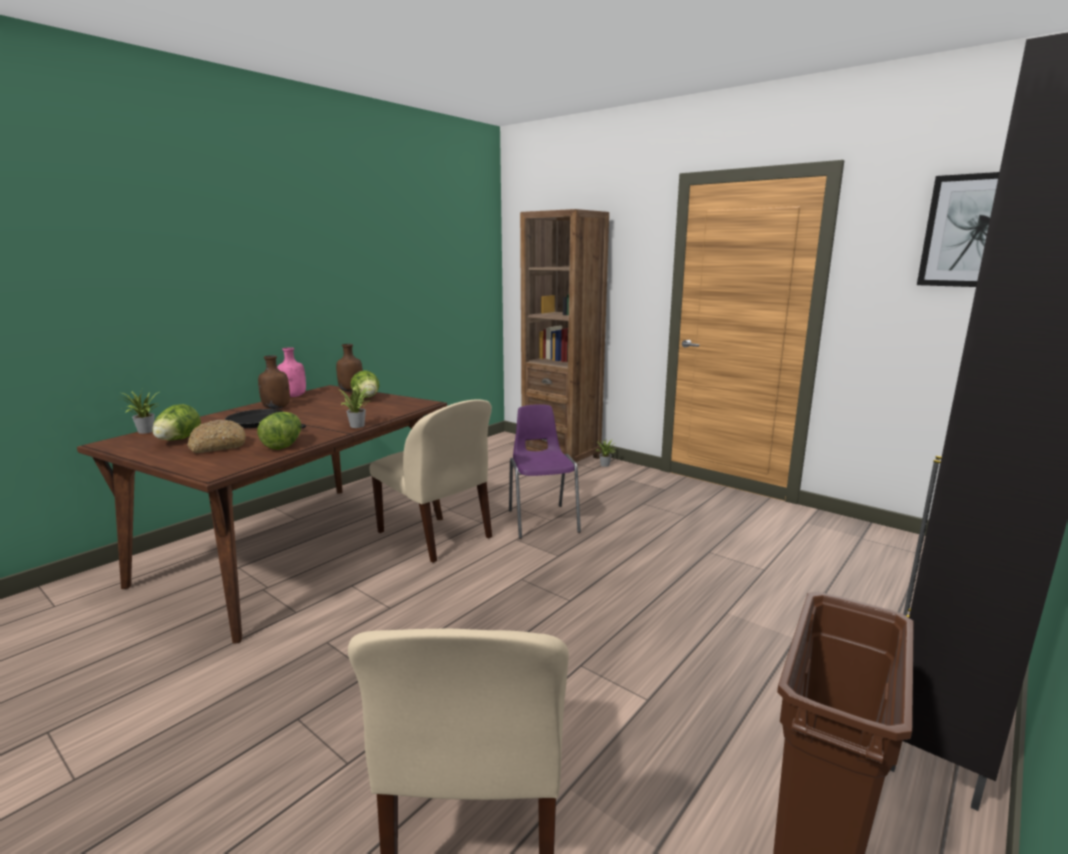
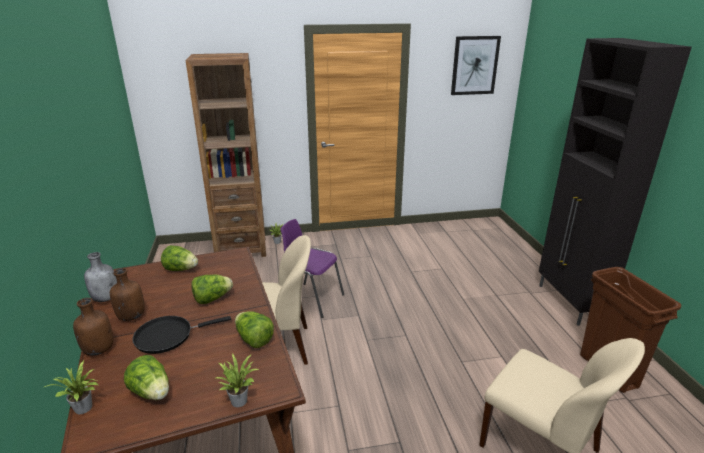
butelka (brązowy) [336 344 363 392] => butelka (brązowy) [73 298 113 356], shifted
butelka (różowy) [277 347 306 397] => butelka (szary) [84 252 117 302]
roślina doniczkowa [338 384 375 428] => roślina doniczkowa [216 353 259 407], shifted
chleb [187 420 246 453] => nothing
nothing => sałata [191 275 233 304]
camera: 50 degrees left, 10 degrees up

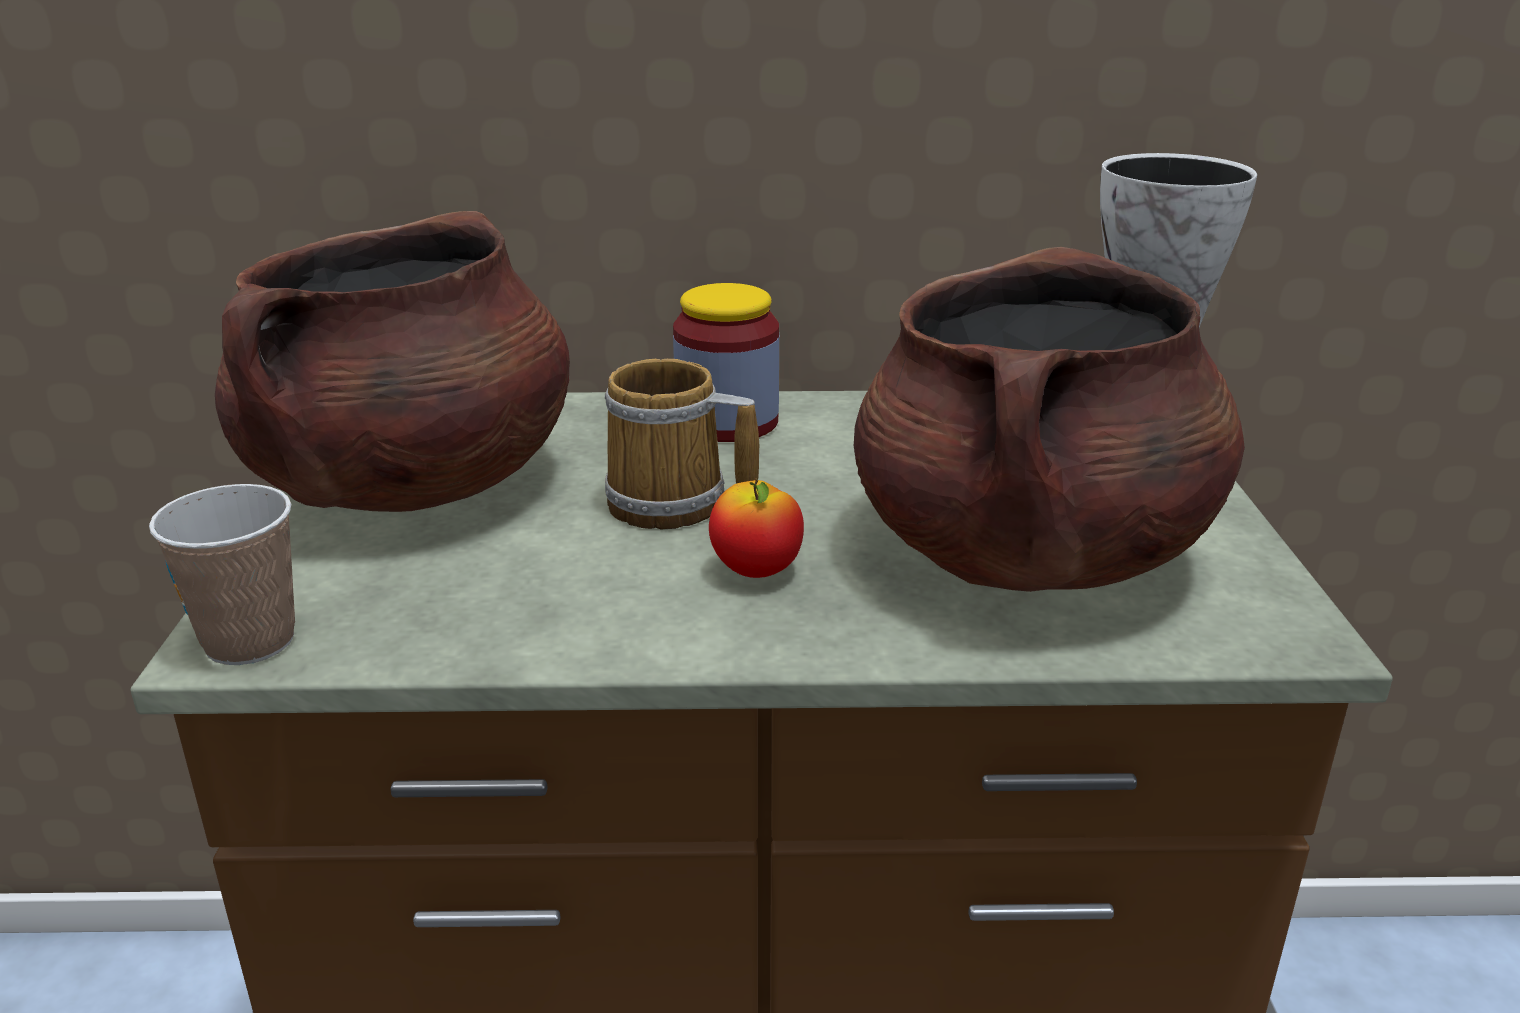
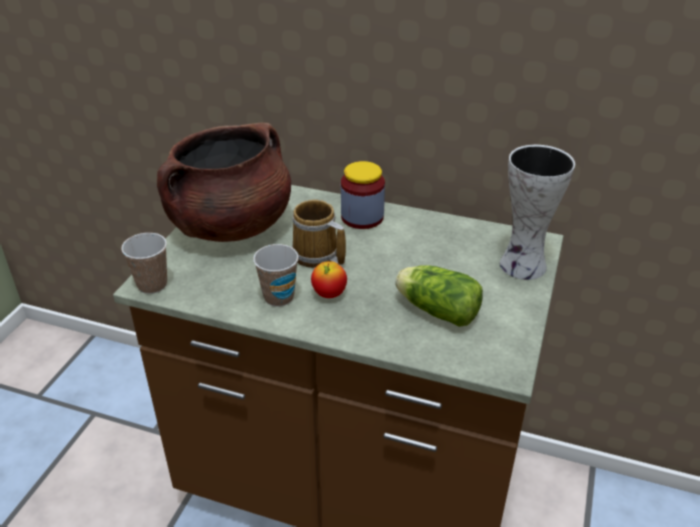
garnek (brązowy) [854 247 1245 592] => sałata [395 265 483 327]
nothing => filiżanka [253 244 299 307]
camera: 20 degrees right, 10 degrees up

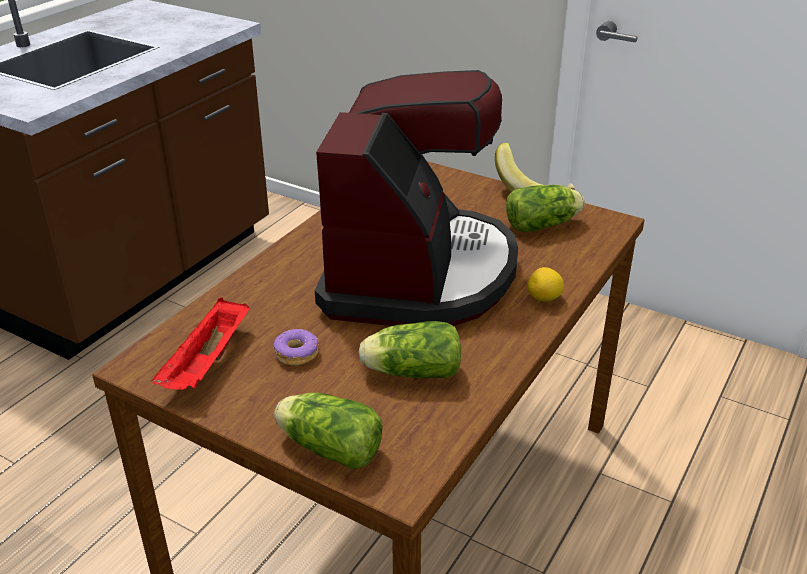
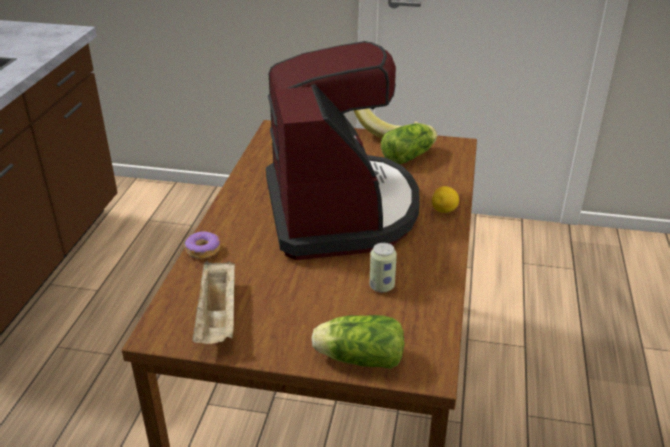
taca (czerwony) [152 298 249 390] => taca (beżowy) [192 261 235 344]
sałata [358 321 461 379] => puszka [369 243 397 292]
donut [274 329 319 365] => donut [185 231 220 259], shifted
camera: 20 degrees left, 0 degrees up

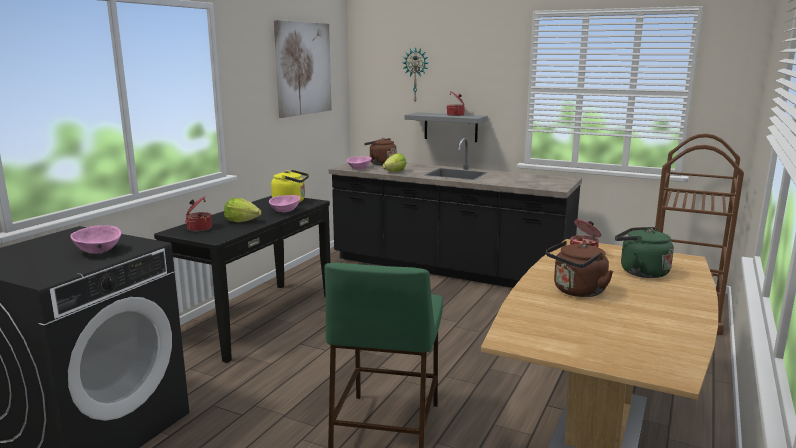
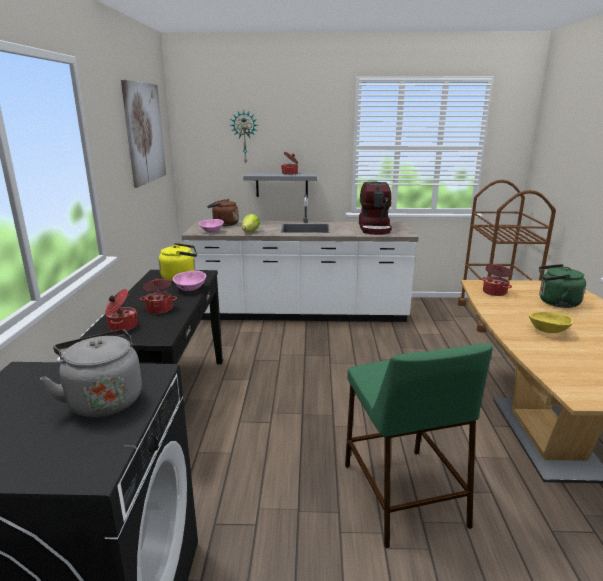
zabudowa kuchenna (czarny) [329 138 582 288] => zabudowa kuchenna (biały) [181 194 418 322]
sałata [224 198 262 223] => garnek [140 278 177 314]
miska (różowy) [70 225 122 254] => czajnik (szary) [40 329 142 417]
czajnik (brązowy) [546 241 613 297] => miska (żółty) [529 311 573 333]
nothing => ekspres do kawy [359 182 392 235]
camera: 25 degrees left, 5 degrees up

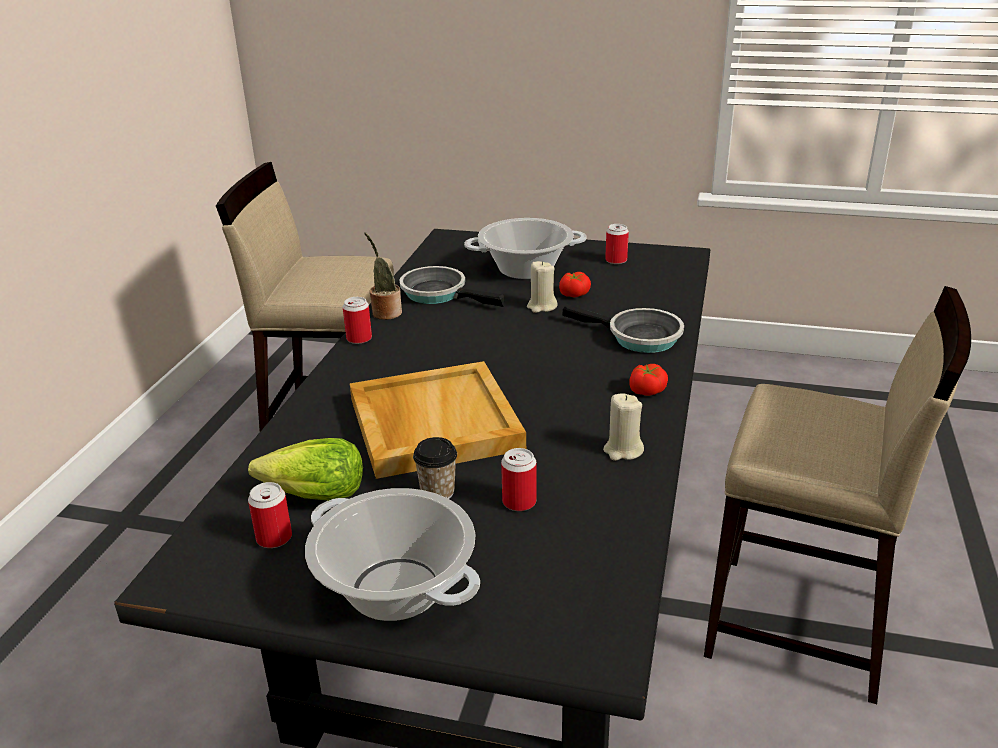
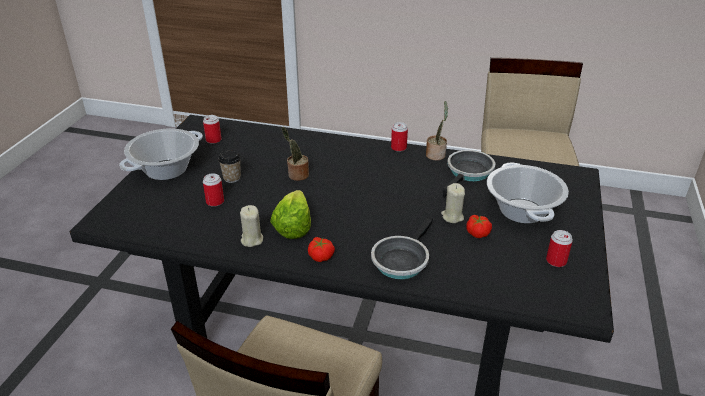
taca (beżowy) [350 361 526 479] => roślina doniczkowa [282 127 309 181]
sałata [248 438 363 501] => sałata [270 190 311 239], shifted
camera: 90 degrees right, 5 degrees up

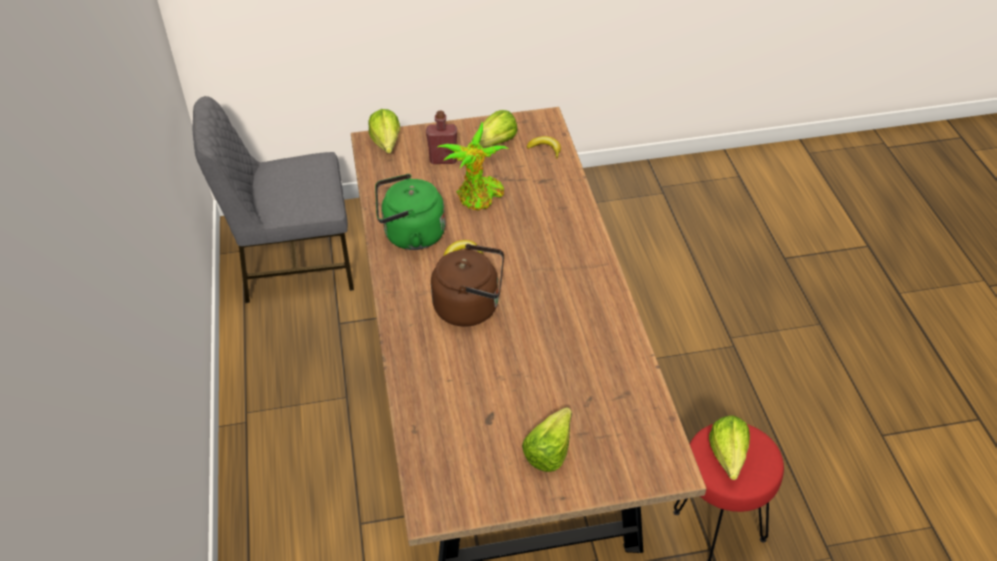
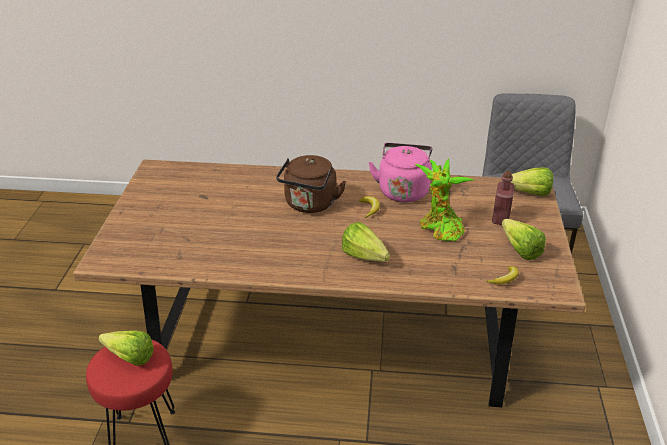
czajnik (zielony) [375 174 446 250] => czajnik (różowy) [368 143 432 202]
sałata [522 407 572 472] => sałata [342 222 390 262], shifted
camera: 105 degrees right, 10 degrees down

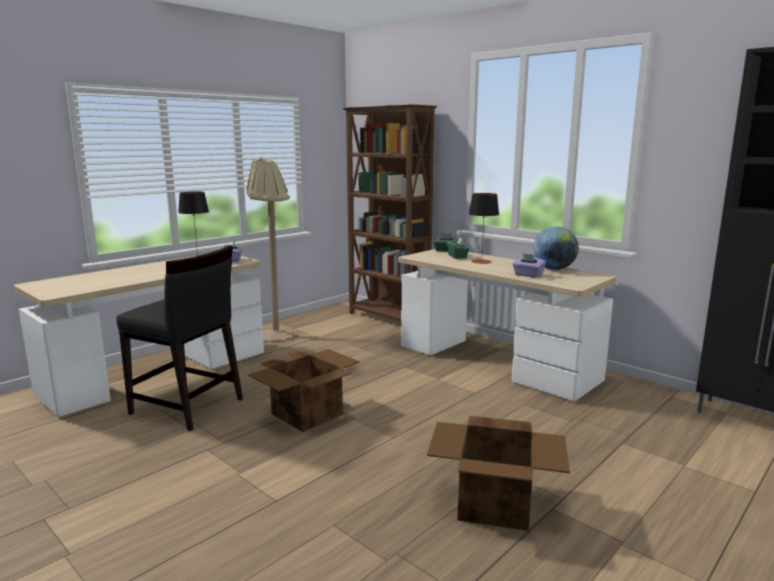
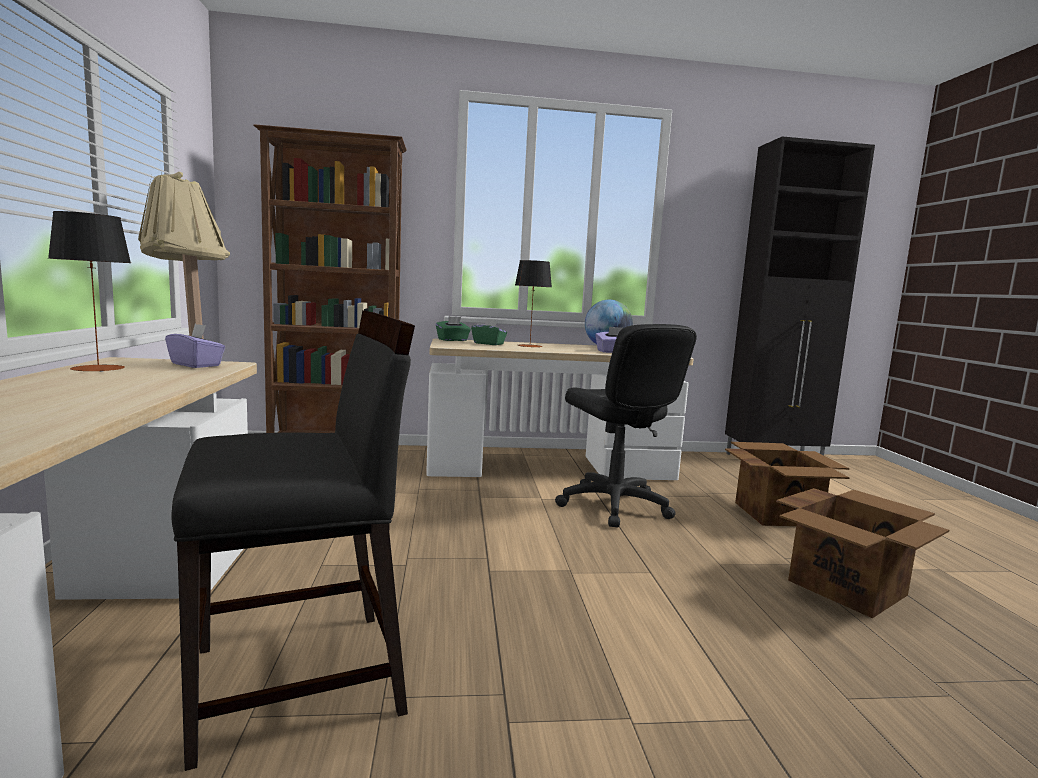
karton [248 349 360 432] => karton [725 442 850 526], shifted
nothing => krzesło biurowe (czarny) [555 324 697 528]
camera: 50 degrees left, 5 degrees down

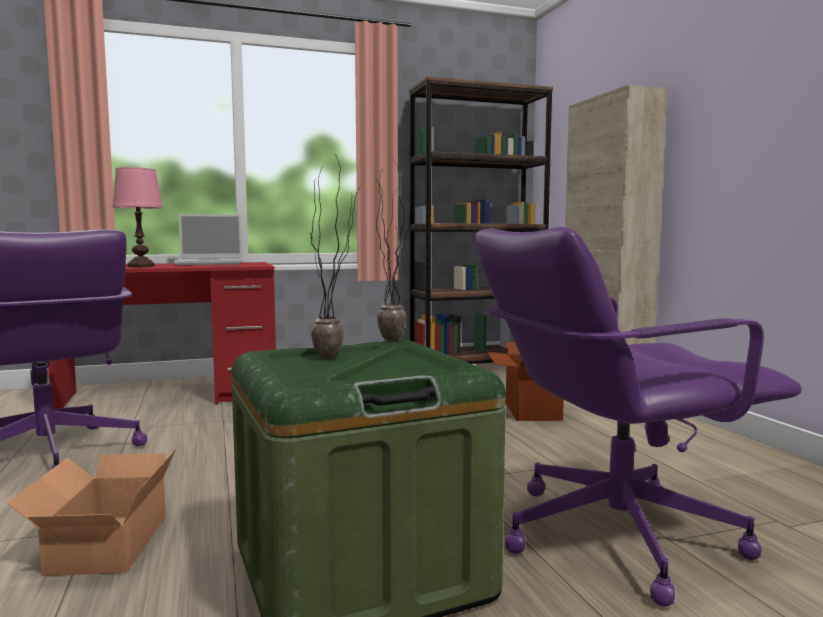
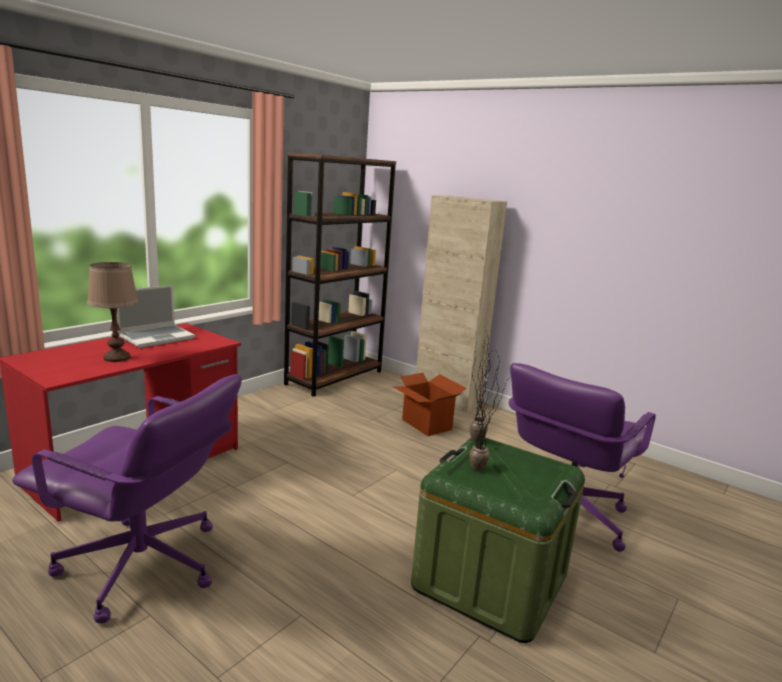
lampa stołowa (różowy) [112 167 163 267] => lampa stołowa (brązowy) [87 262 138 362]
karton [7 449 176 576] => nothing
camera: 35 degrees left, 10 degrees up

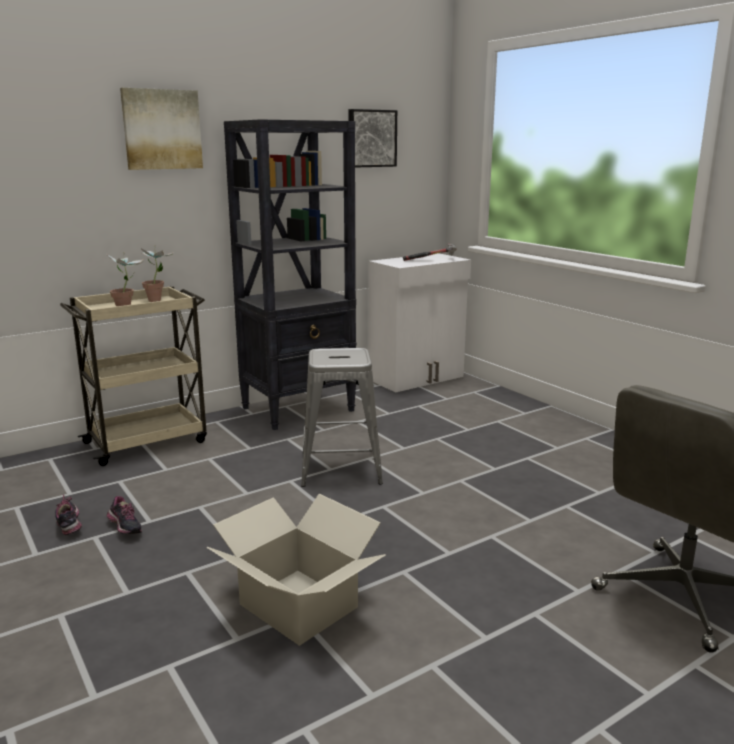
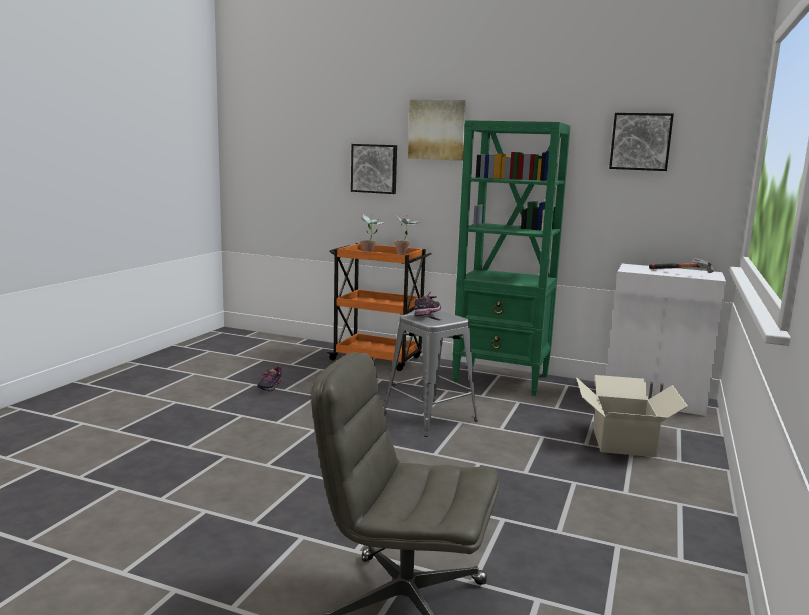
regał (czarny) [224 119 357 430] => regał (zielony) [452 120 571 396]
wózek (beżowy) [60 286 207 466] => wózek (pomarańczowy) [327 243 431 371]
but [55 494 82 535] => but [414 292 441 317], shifted
karton [206 494 385 646] => karton [576 375 688 457], shifted
nothing => obraz [351 144 397 194]
camera: 55 degrees right, 5 degrees down

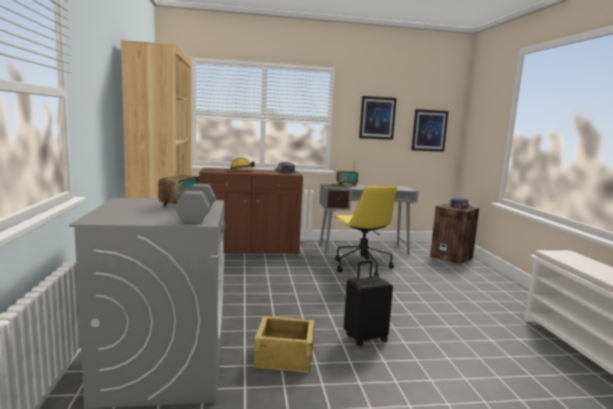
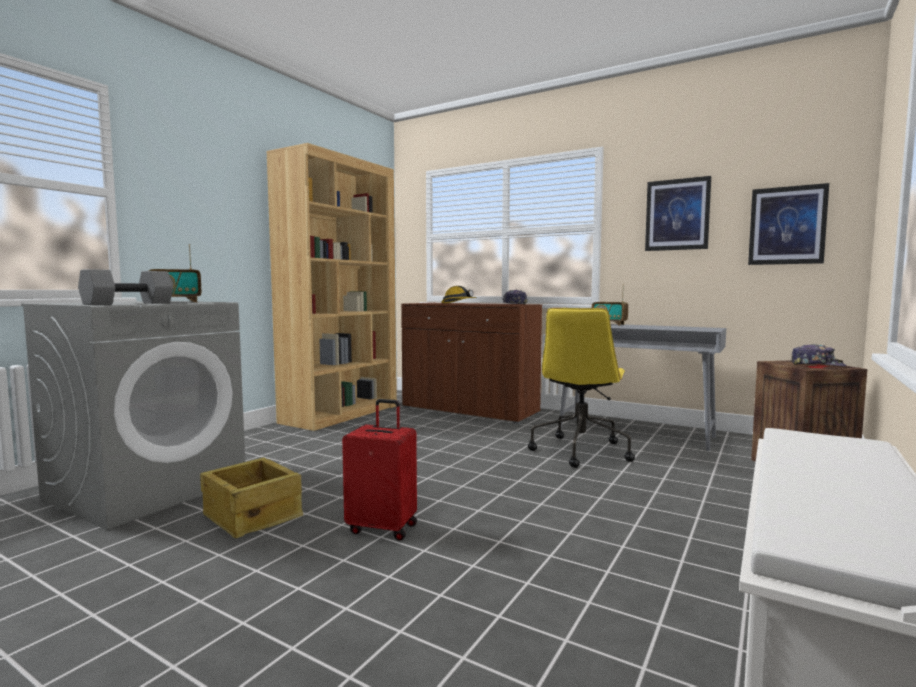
walizka (czarny) [344 260 393 346] => walizka (czerwony) [342 399 417 541]
camera: 40 degrees right, 5 degrees down

